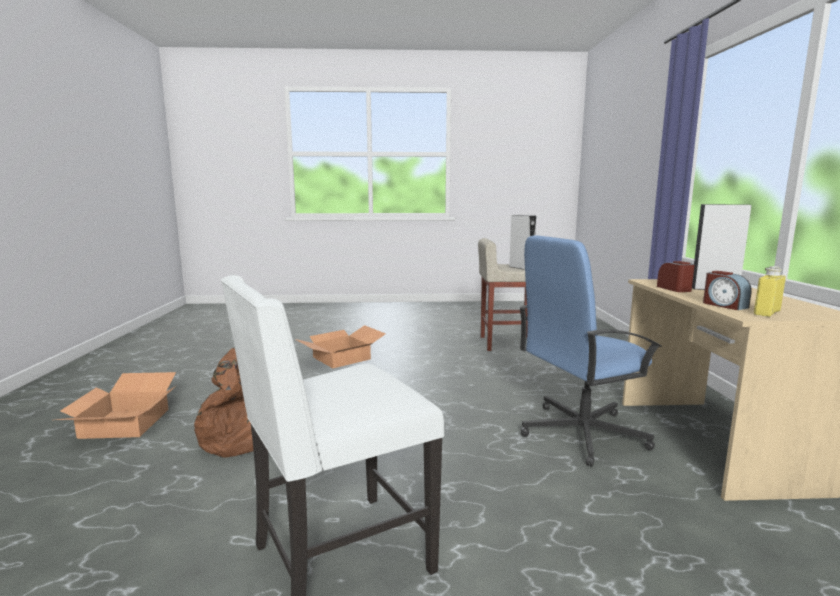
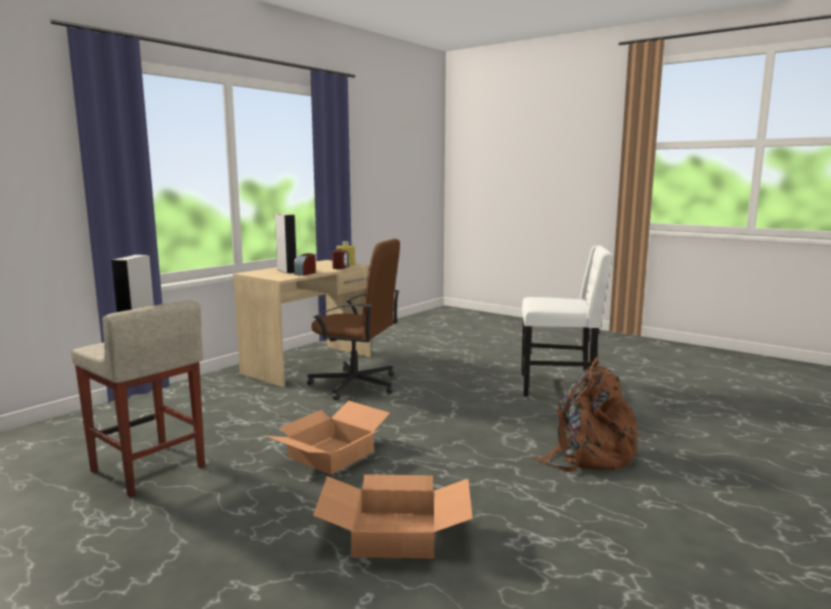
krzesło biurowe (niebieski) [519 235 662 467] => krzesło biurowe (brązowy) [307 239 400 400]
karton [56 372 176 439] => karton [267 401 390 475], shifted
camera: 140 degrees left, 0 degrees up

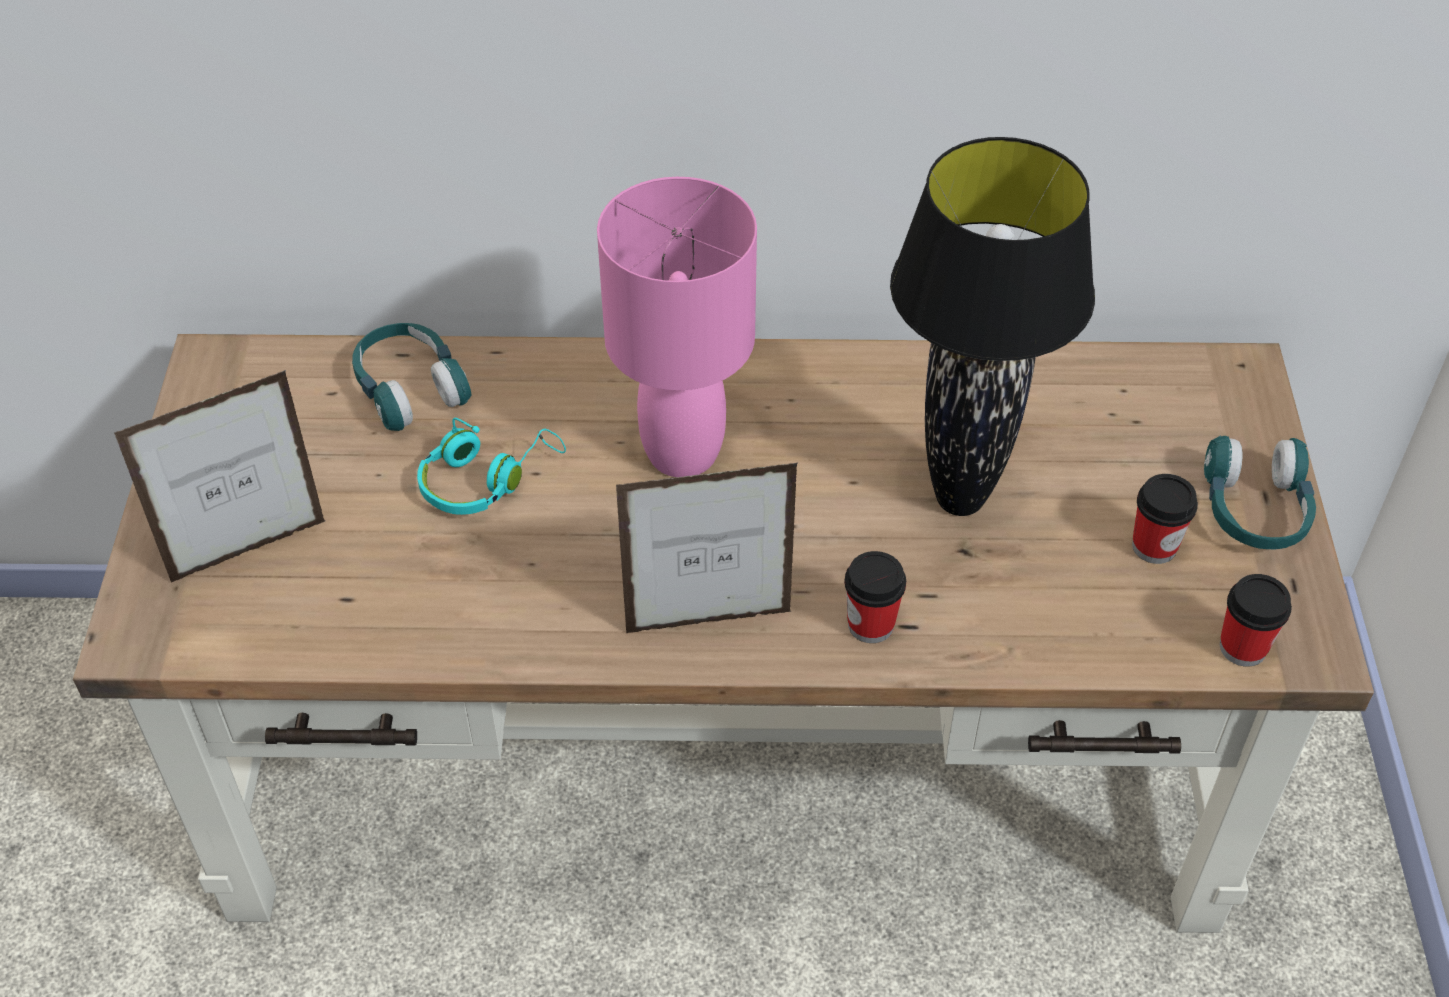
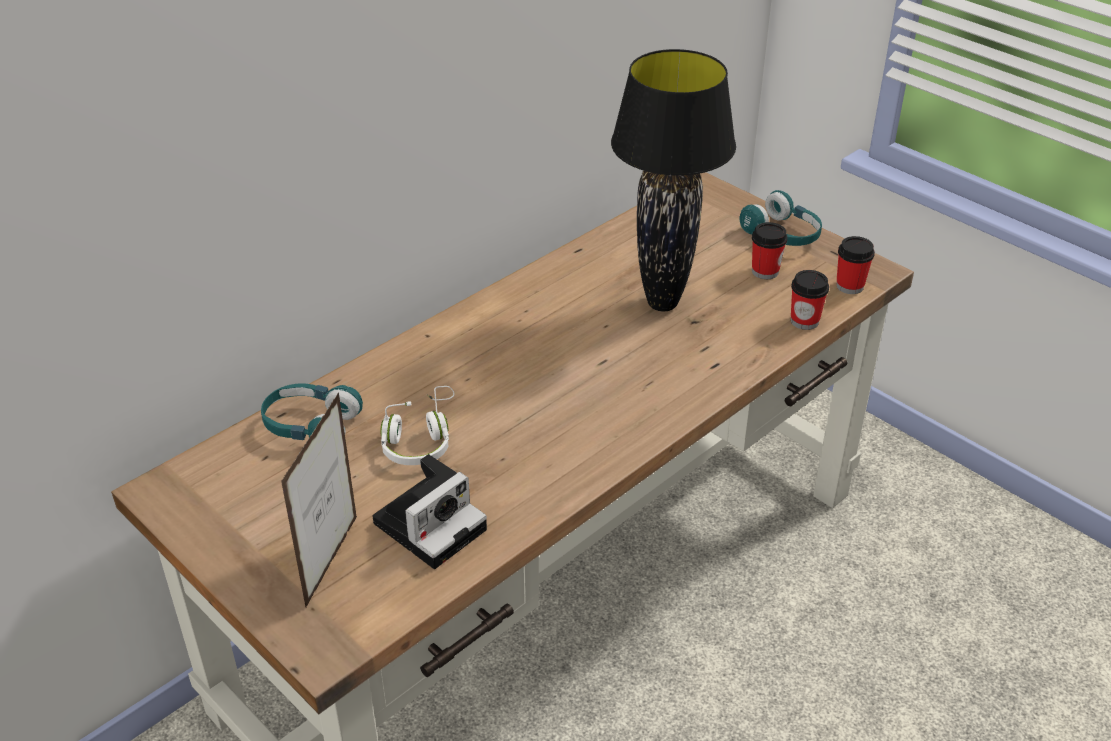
lampa stołowa (różowy) [597 177 757 477] => nothing
słuchawki (turkusowy) [417 418 566 515] => słuchawki (biały) [380 386 455 465]
ramka na zdjęcie [616 463 798 633] => nothing
filiżanka [844 551 906 643] => filiżanka [791 270 829 330], shifted
nothing => aparat fotograficzny [373 454 487 569]
camera: 45 degrees left, 10 degrees down

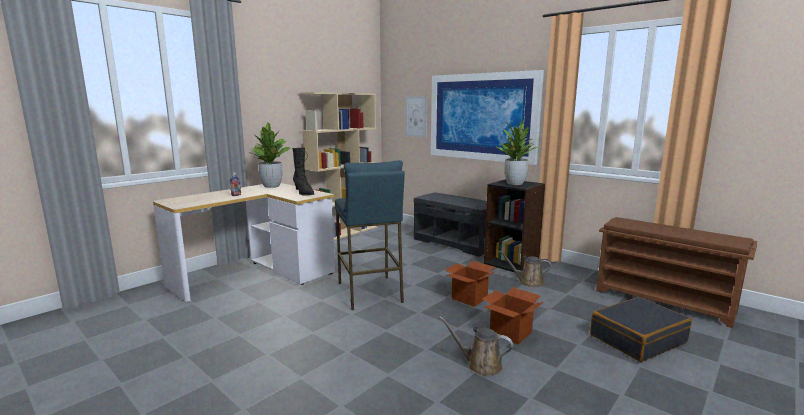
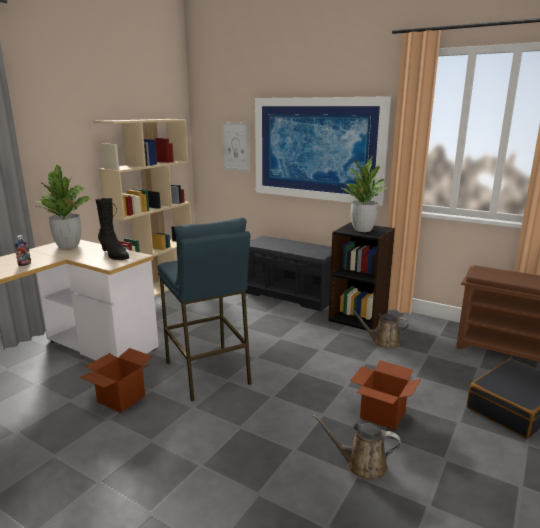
karton [445 261 496 307] => karton [80 348 153 413], shifted
camera: 10 degrees left, 5 degrees up

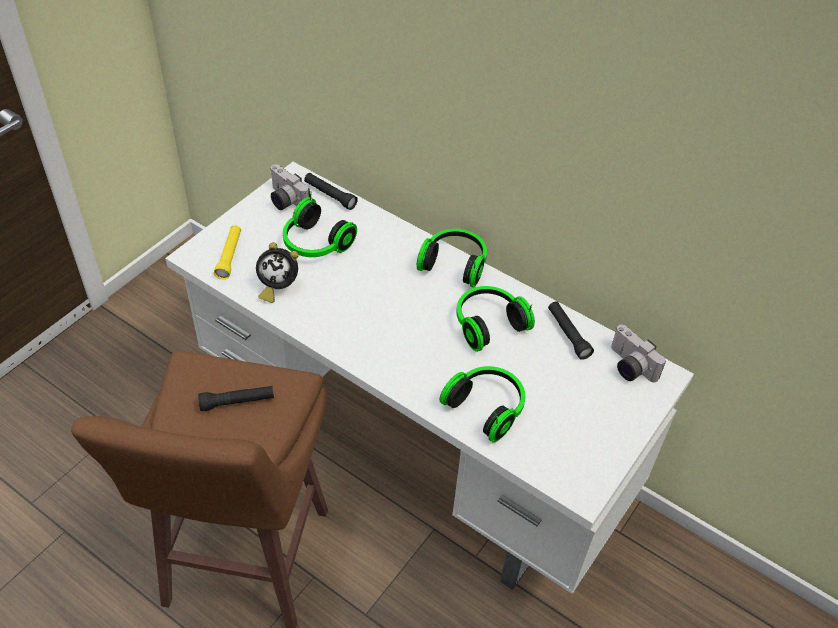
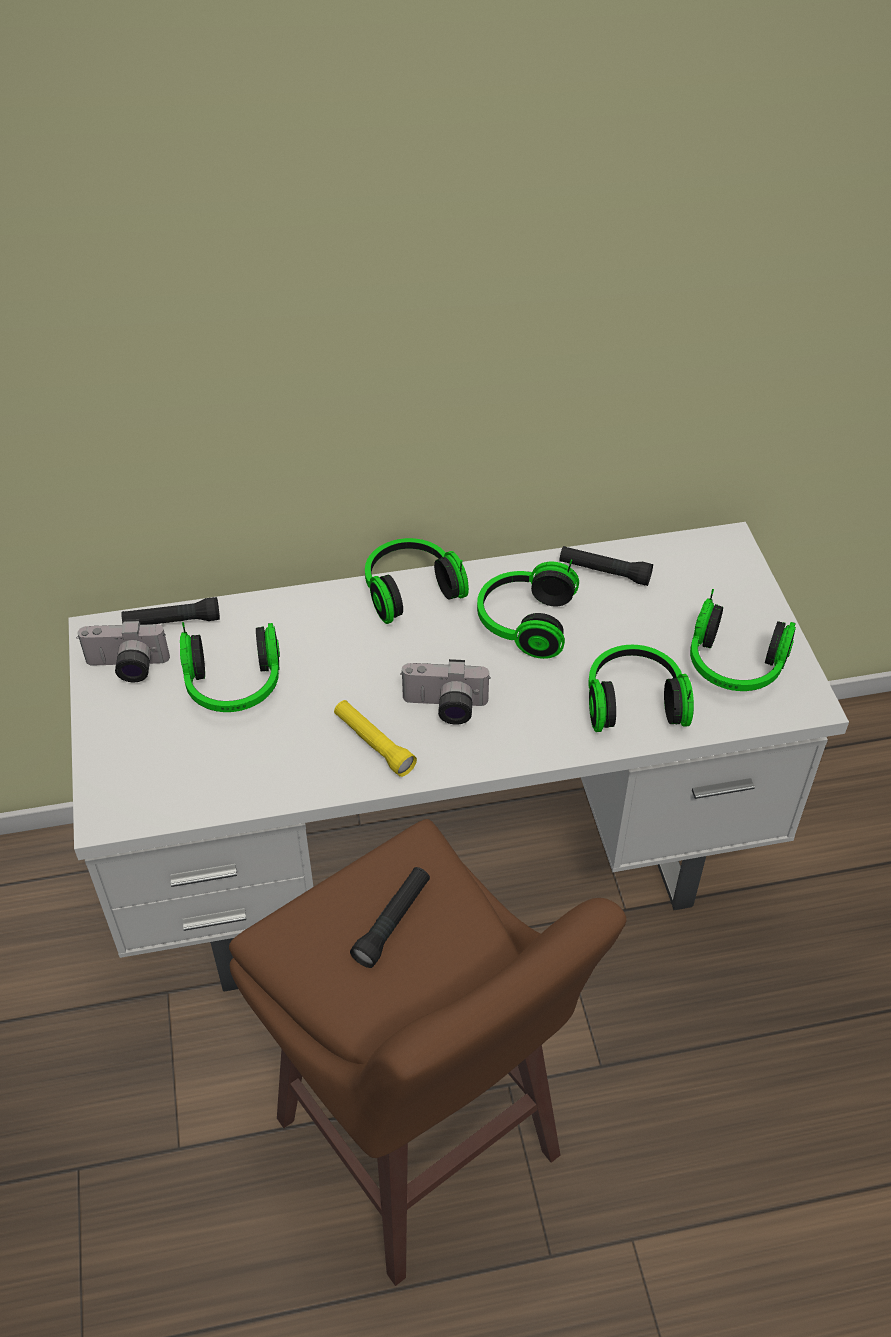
latarka (żółty) [214 225 241 280] => latarka (żółty) [334 700 417 777], shifted
budzik [256 242 299 303] => nothing
aparat fotograficzny [611 325 666 382] => aparat fotograficzny [400 659 491 725], shifted
nothing => słuchawki [690 589 796 691]
camera: 45 degrees left, 0 degrees up

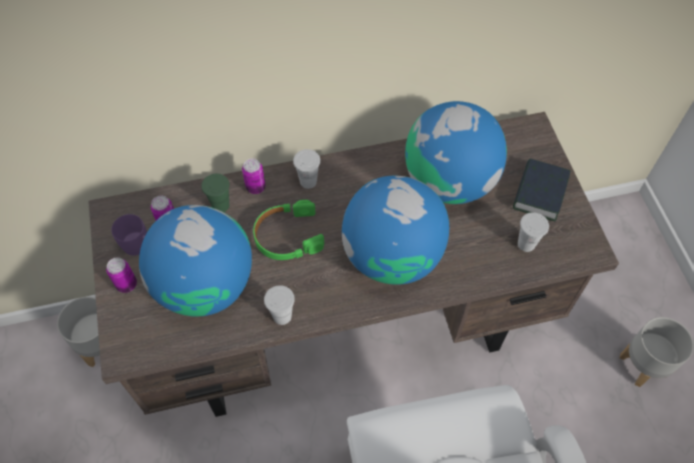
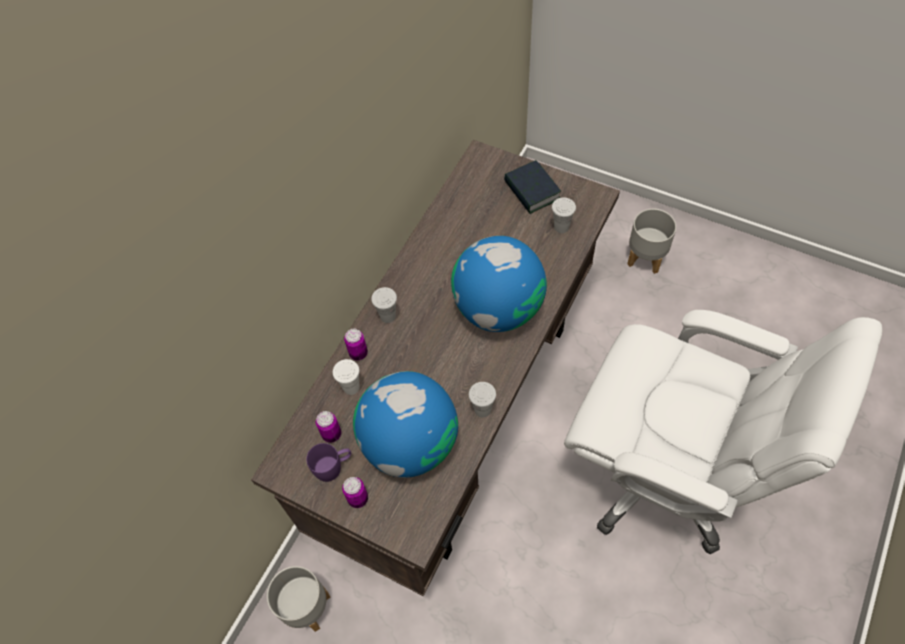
globus [405 101 507 204] => nothing
filiżanka (zielony) [201 174 229 212] => filiżanka (biały) [333 359 360 395]
słuchawki (zielony) [253 200 324 260] => nothing
camera: 45 degrees left, 0 degrees up

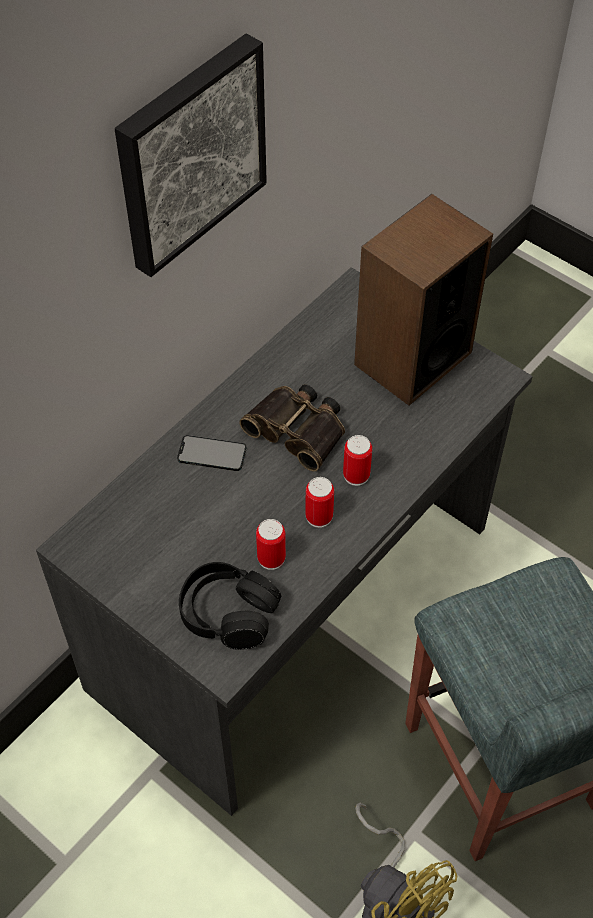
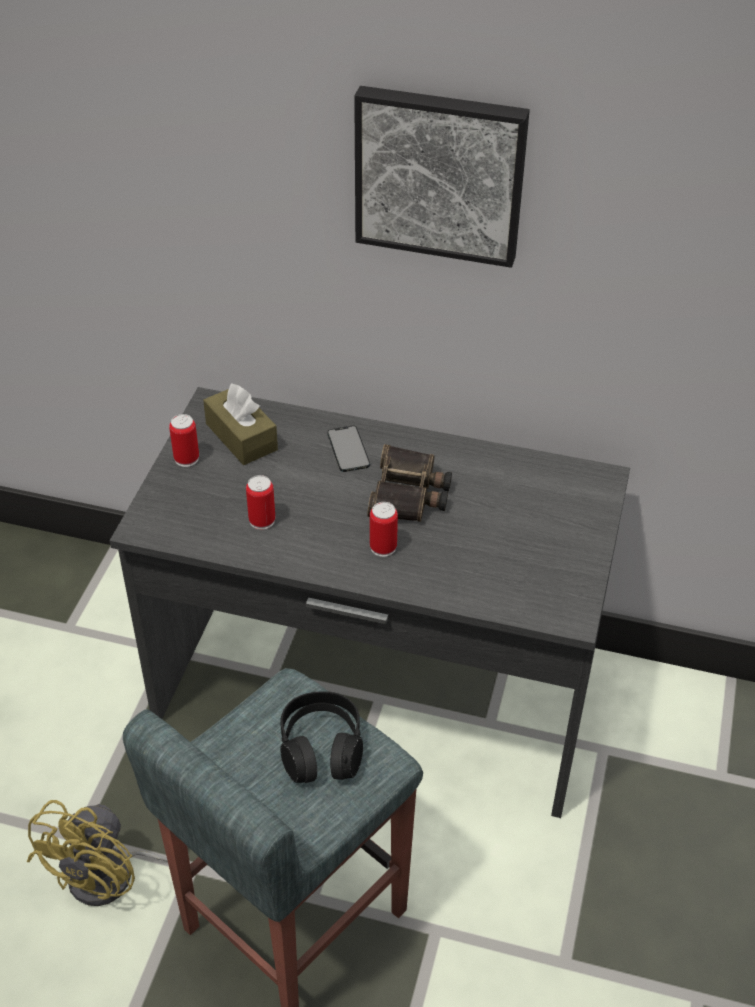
głośnik [354 194 493 405] => nothing
puszka [305 477 334 528] => puszka [169 414 199 467], shifted
słuchawki (czarny) [179 562 281 650] => słuchawki (czarny) [280 691 363 783], shifted
nothing => pudełko chusteczek (brązowy) [203 383 278 465]
camera: 65 degrees right, 10 degrees down

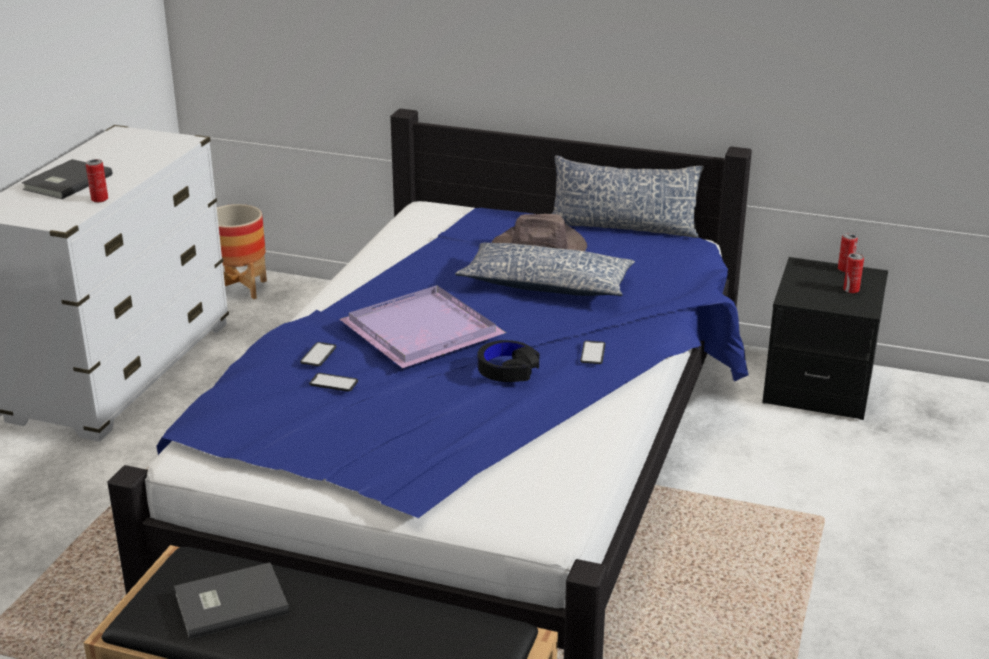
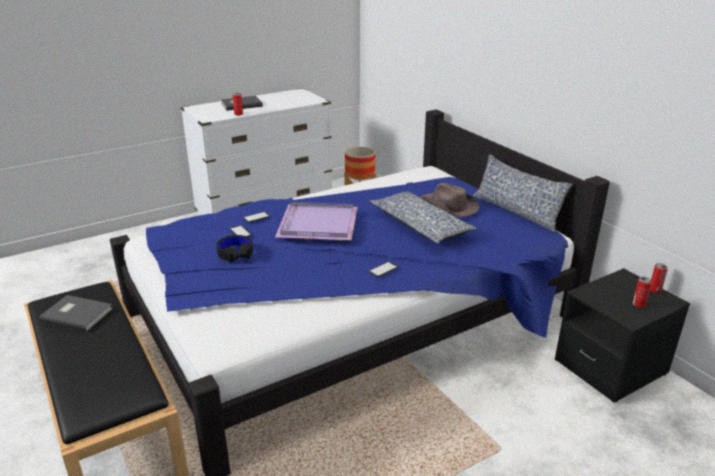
słuchawki (czarny) [478 340 539 382] => słuchawki (czarny) [216 235 253 263], shifted
camera: 40 degrees right, 0 degrees up

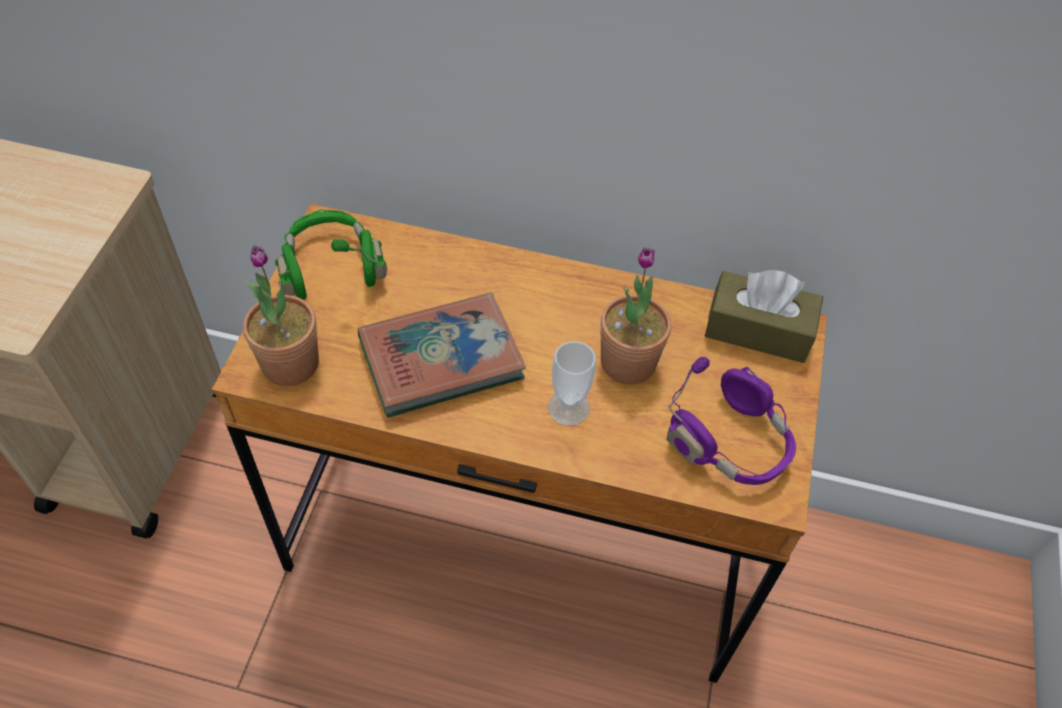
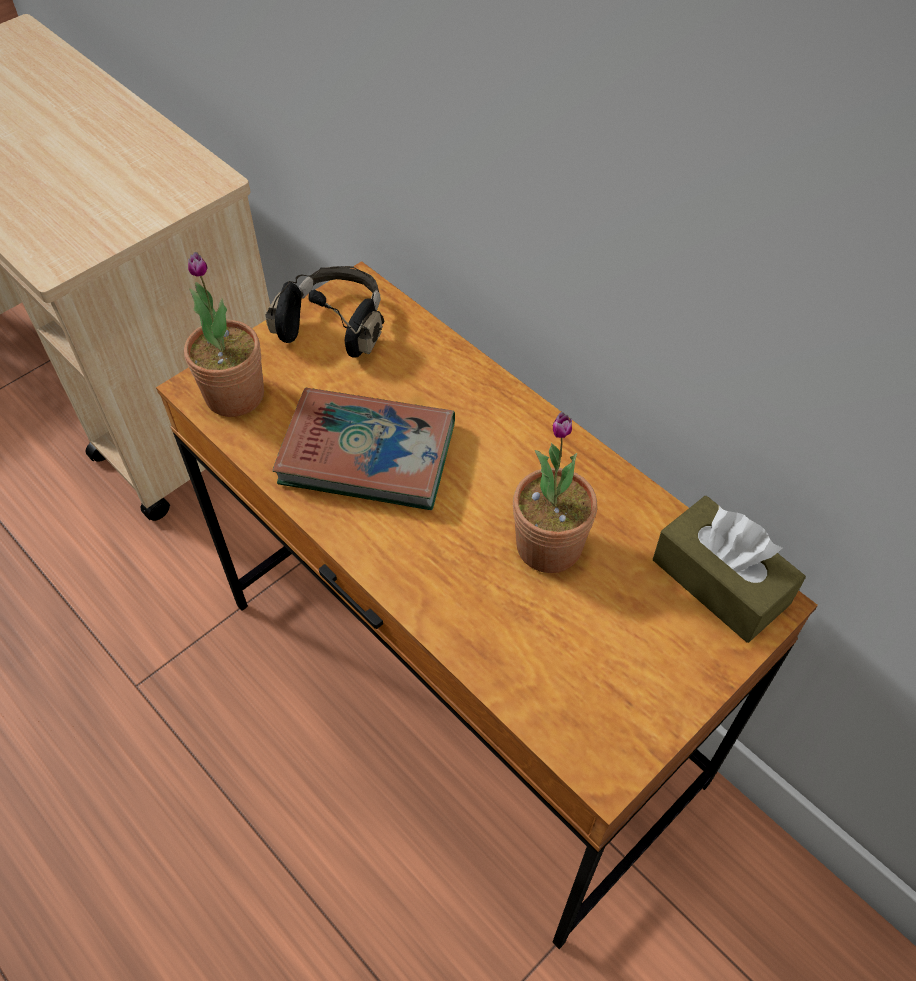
słuchawki (zielony) [275 210 387 300] => słuchawki (czarny) [265 266 384 357]
filiżanka [548 341 596 426] => nothing
słuchawki (fioletowy) [667 357 796 485] => nothing
camera: 35 degrees right, 0 degrees up

